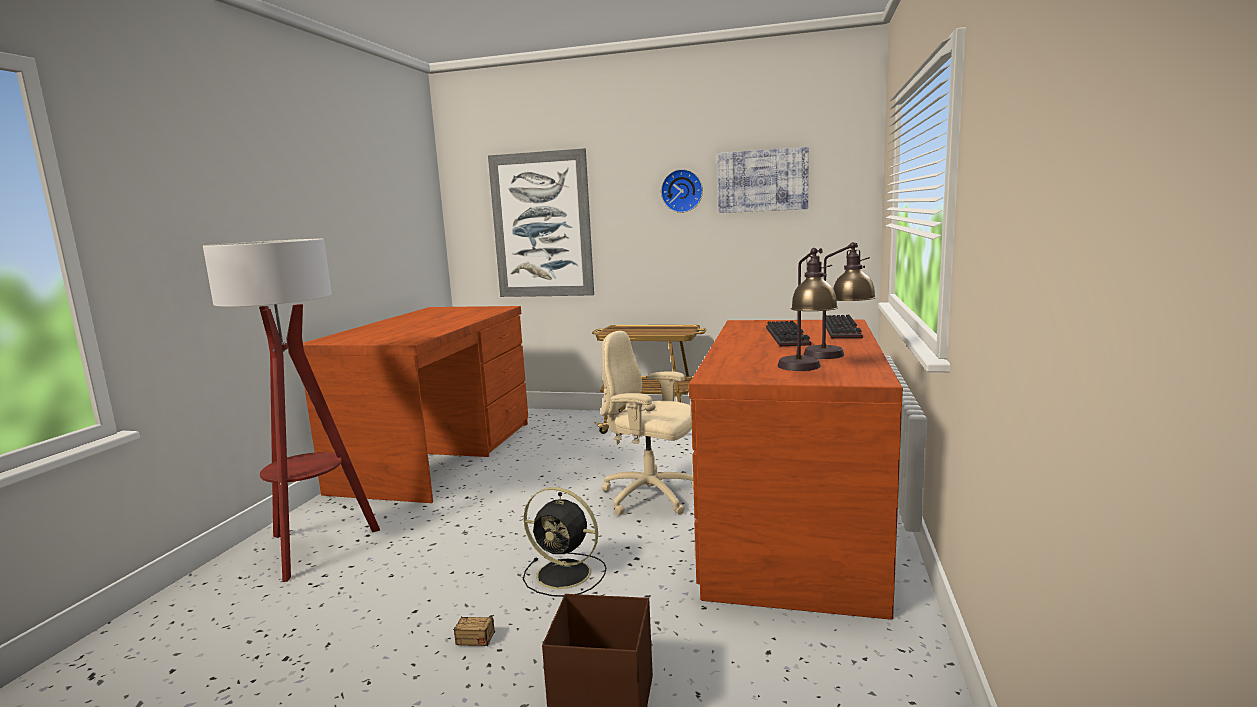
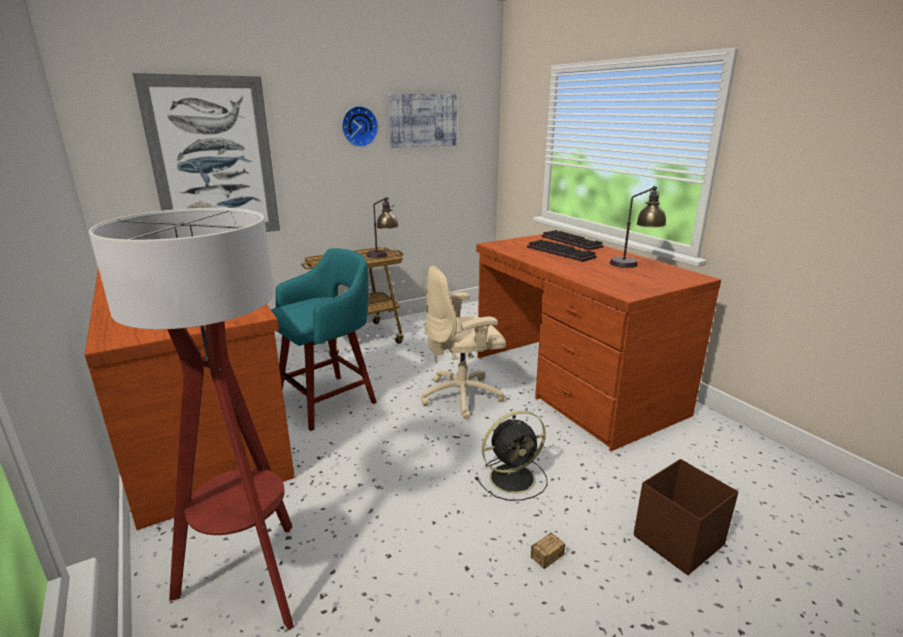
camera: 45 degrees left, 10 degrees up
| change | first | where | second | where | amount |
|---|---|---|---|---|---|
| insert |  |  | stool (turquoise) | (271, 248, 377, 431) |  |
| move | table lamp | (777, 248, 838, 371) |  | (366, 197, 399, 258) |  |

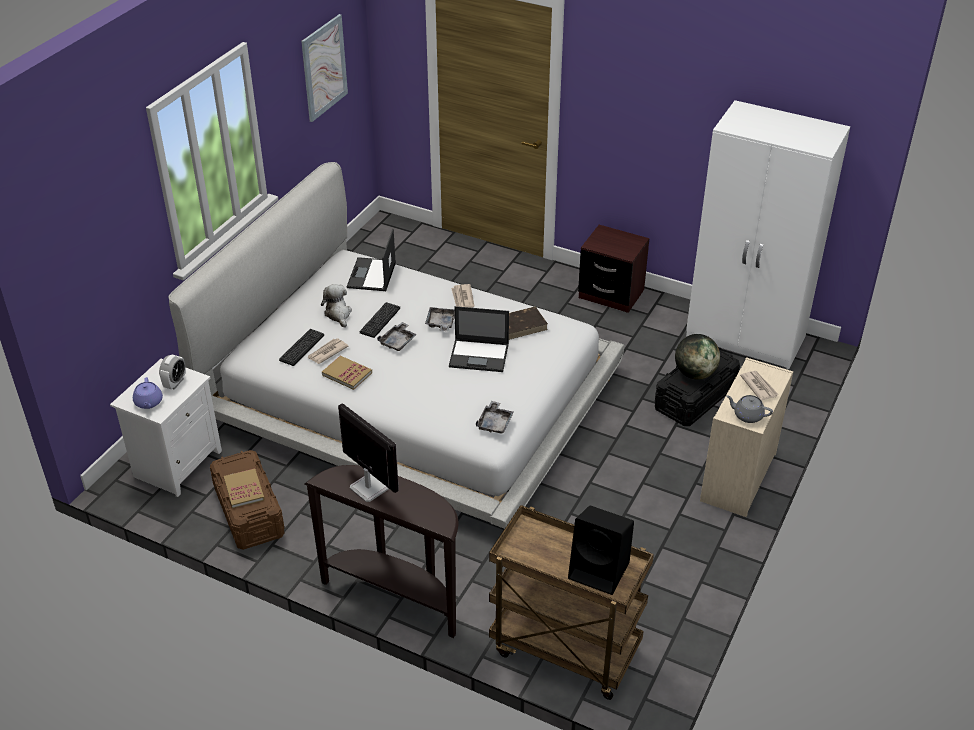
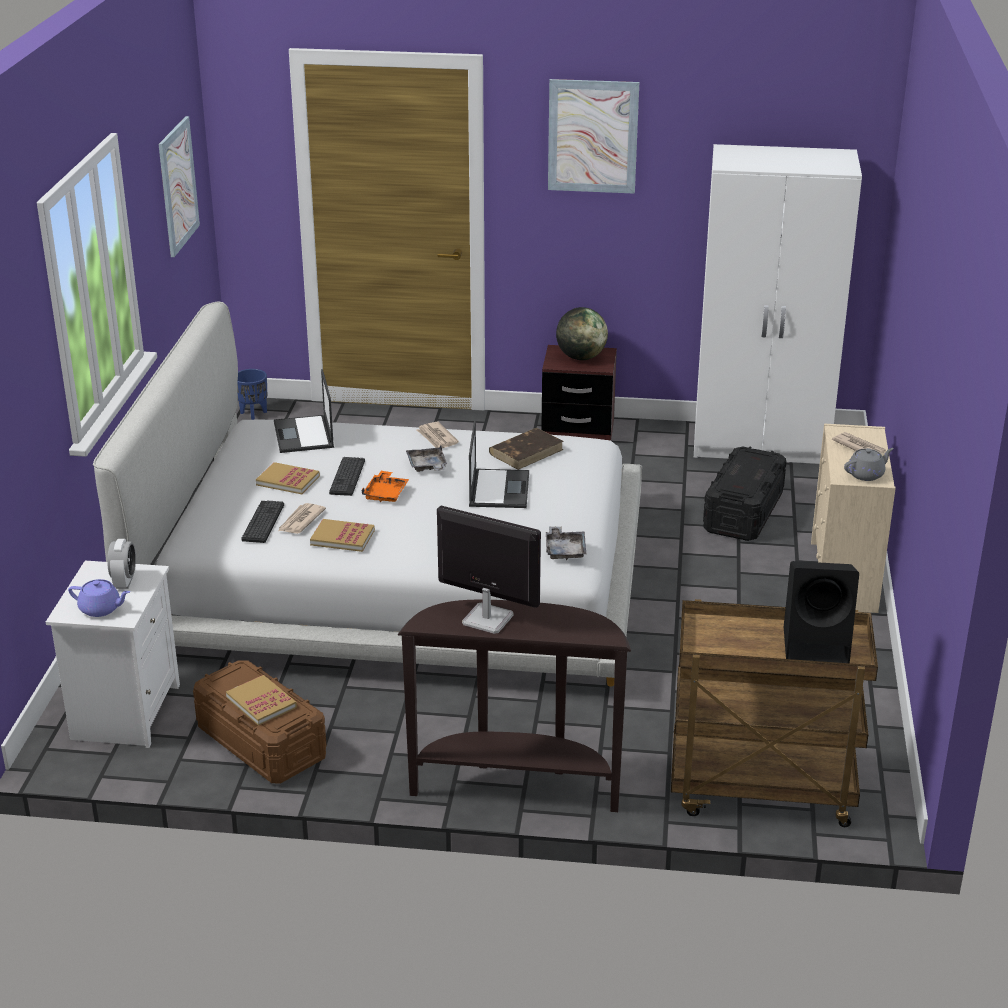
camera: 20 degrees left, 10 degrees down
| change | first | where | second | where | amount |
|---|---|---|---|---|---|
| rotate | teapot (purple) | (133, 377, 163, 409) |  | (68, 579, 130, 617) | 45 degrees counterclockwise |
| insert |  |  | planter (blue) | (238, 369, 267, 420) |  |
| replace | plush toy | (321, 284, 352, 328) | book | (256, 462, 320, 494) |  |
| recolor | tray (grey) | (377, 322, 417, 351) | tray (orange) | (362, 471, 409, 502) |  |
| rotate | laptop | (449, 306, 509, 372) |  | (469, 421, 529, 508) | 75 degrees counterclockwise |
| insert |  |  | picture | (548, 79, 639, 194) |  |
| move | globe | (675, 334, 720, 380) |  | (556, 307, 608, 360) |  |
| rotate | teapot (grey) | (726, 395, 773, 423) |  | (844, 448, 894, 481) | 150 degrees clockwise |

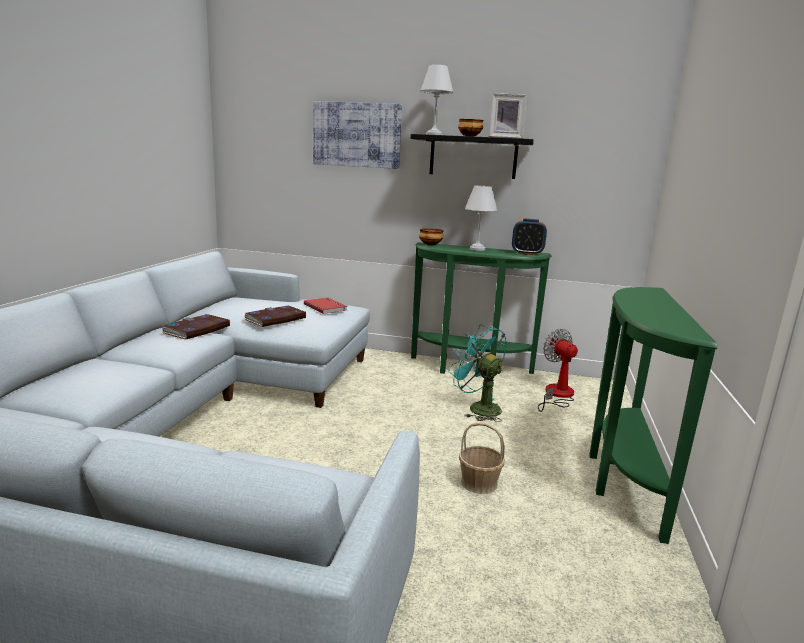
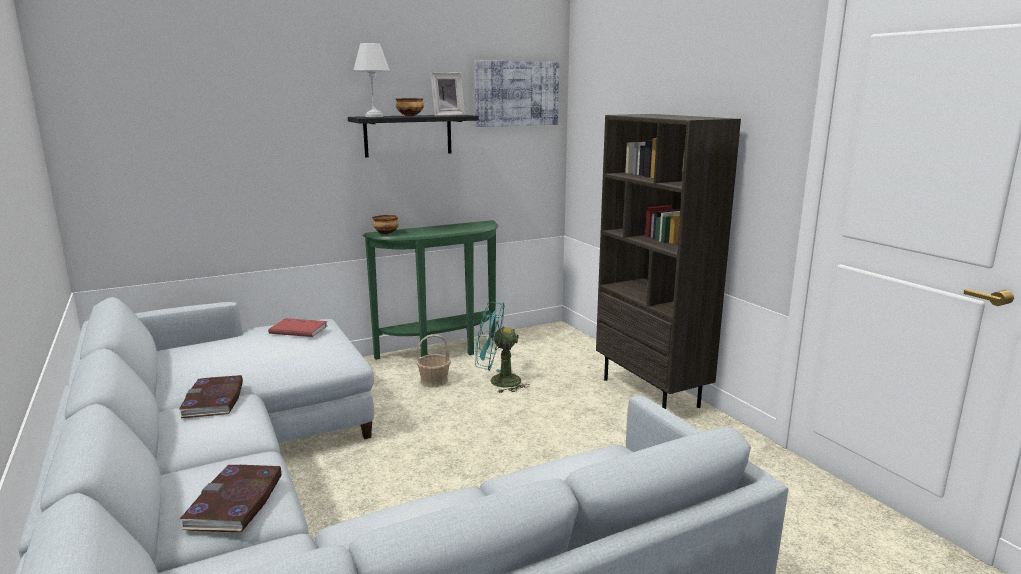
camera: 40 degrees left, 0 degrees up
| change | first | where | second | where | amount |
|---|---|---|---|---|---|
| move | book | (244, 306, 306, 327) |  | (179, 465, 282, 532) |  |
| move | basket | (459, 422, 505, 494) |  | (417, 334, 451, 387) |  |
| move | picture | (313, 101, 402, 169) |  | (474, 61, 559, 127) |  |
| replace | console table (green) | (589, 287, 717, 544) | bookcase (brown) | (596, 114, 741, 409) |  |
| delete | table lamp (white) | (465, 186, 497, 251) |  |  |  |
| delete | alarm clock | (512, 219, 547, 255) |  |  |  |
| delete | fan | (538, 329, 578, 412) |  |  |  |

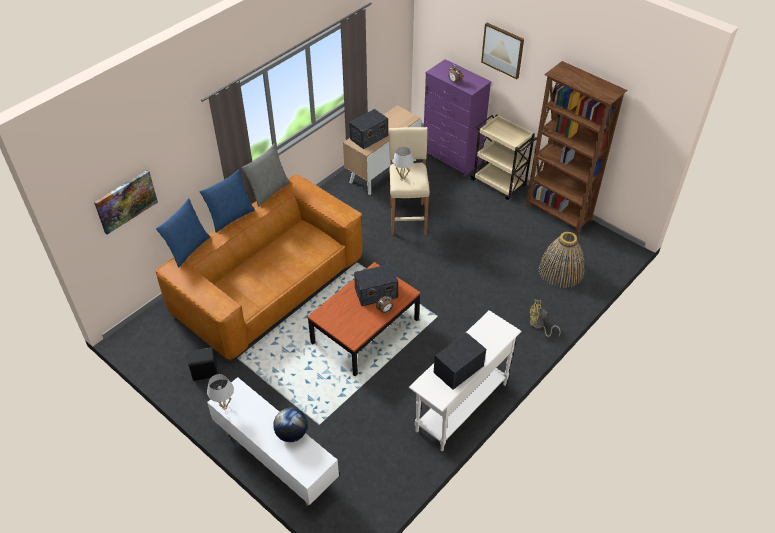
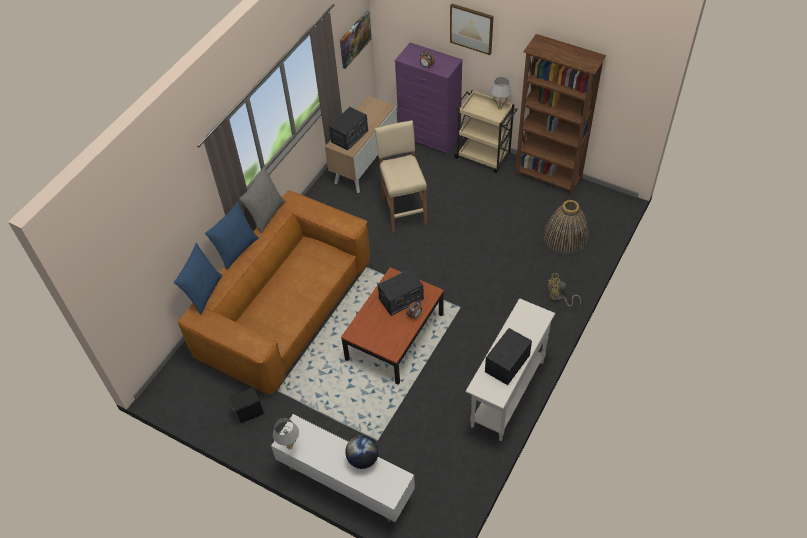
camera: 10 degrees left, 5 degrees up
| change | first | where | second | where | amount |
|---|---|---|---|---|---|
| move | picture | (94, 170, 158, 234) |  | (340, 11, 372, 69) |  |
| move | table lamp (white) | (392, 147, 414, 181) |  | (491, 77, 511, 110) |  |

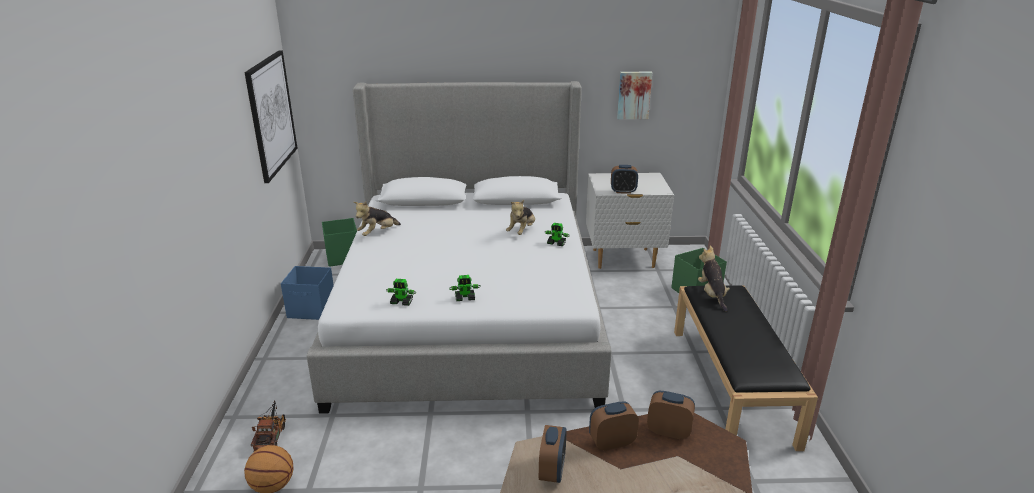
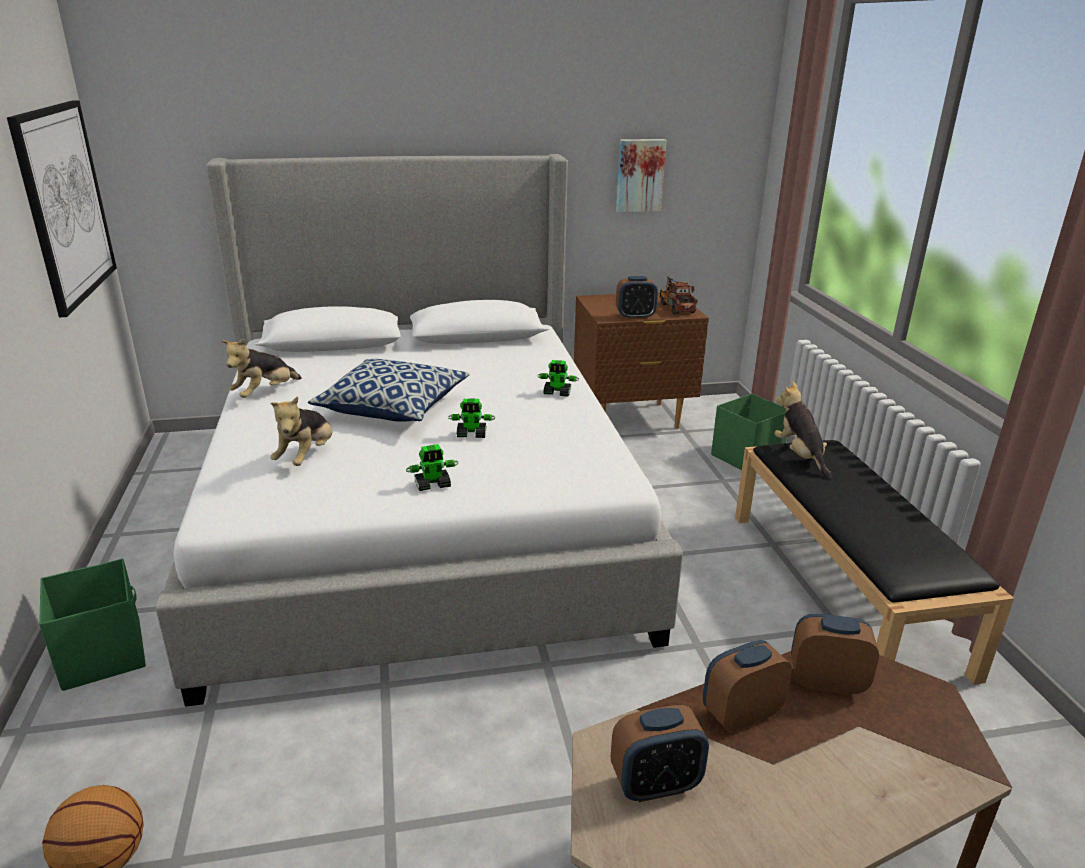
camera: 10 degrees left, 0 degrees up
| change | first | where | second | where | amount |
|---|---|---|---|---|---|
| move | storage box (green) | (322, 218, 357, 267) |  | (39, 558, 146, 691) |  |
| move | plush toy | (506, 200, 535, 235) |  | (270, 396, 332, 466) |  |
| insert |  |  | pillow | (308, 359, 470, 422) |  |
| move | toy robot | (386, 279, 416, 306) |  | (448, 399, 495, 438) |  |
| recolor | nightstand (white) | (586, 173, 674, 269) | nightstand (brown) | (574, 292, 709, 429) |  |
| rotate | alarm clock | (539, 425, 567, 483) |  | (611, 705, 709, 802) | 75 degrees clockwise |
| move | toy truck | (251, 400, 286, 452) |  | (659, 276, 698, 314) |  |
| delete | storage box (blue) | (281, 266, 334, 320) |  |  |  |

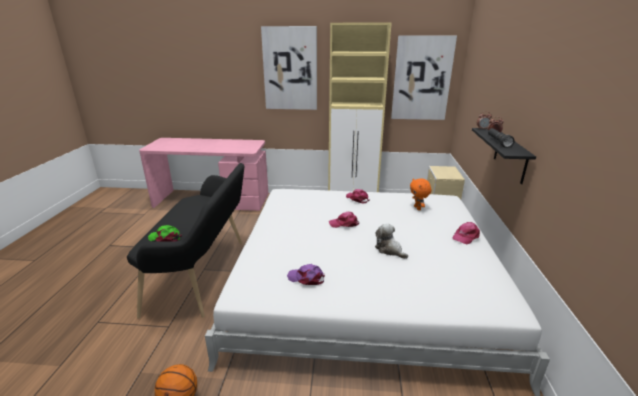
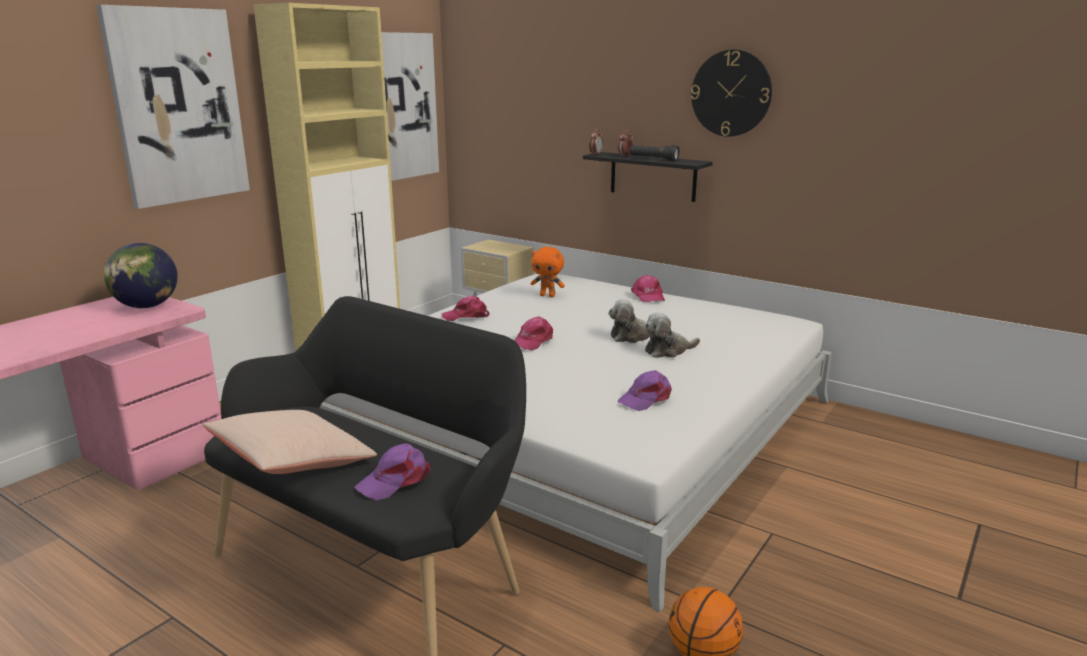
camera: 60 degrees left, 5 degrees down
| change | first | where | second | where | amount |
|---|---|---|---|---|---|
| insert |  |  | globe | (104, 243, 178, 308) |  |
| insert |  |  | pillow (beige) | (203, 410, 377, 474) |  |
| recolor | cap (green) | (148, 225, 182, 242) | cap (purple) | (354, 443, 431, 500) |  |
| insert |  |  | plush toy | (644, 313, 700, 358) |  |
| insert |  |  | wall clock | (691, 50, 772, 137) |  |

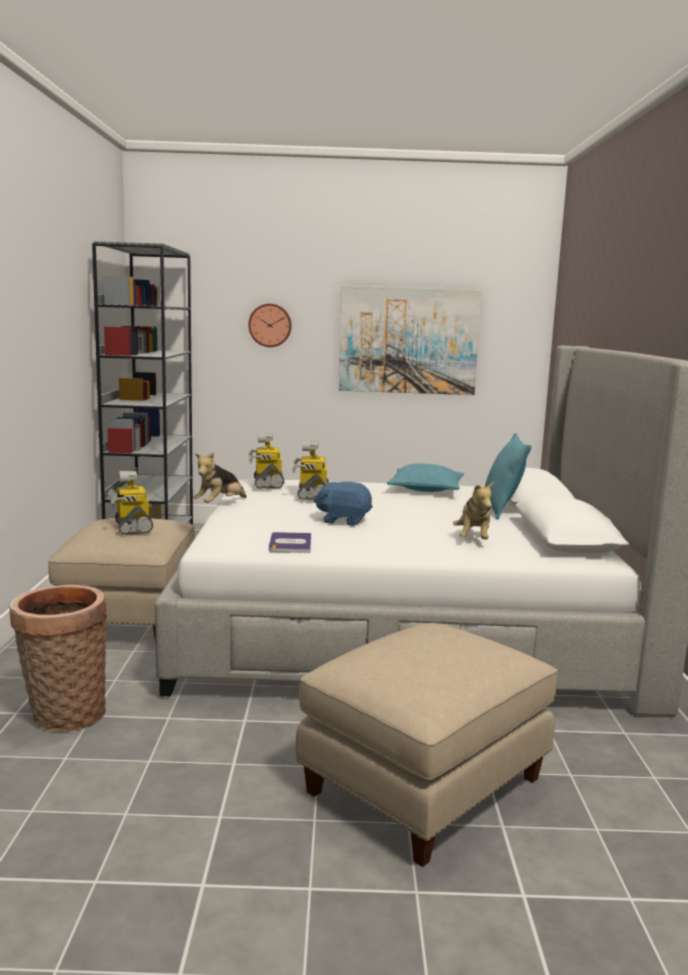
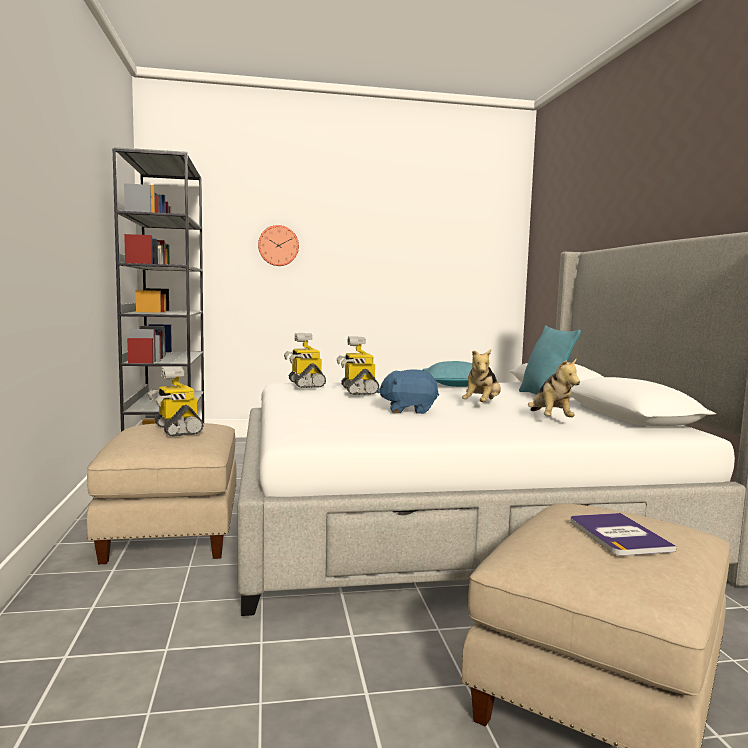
camera: 10 degrees left, 5 degrees down
| change | first | where | second | where | amount |
|---|---|---|---|---|---|
| move | plush toy | (193, 452, 246, 503) |  | (462, 349, 501, 402) |  |
| move | book | (269, 532, 311, 553) |  | (570, 513, 677, 556) |  |
| delete | basket | (9, 585, 107, 732) |  |  |  |
| delete | picture | (339, 285, 482, 395) |  |  |  |

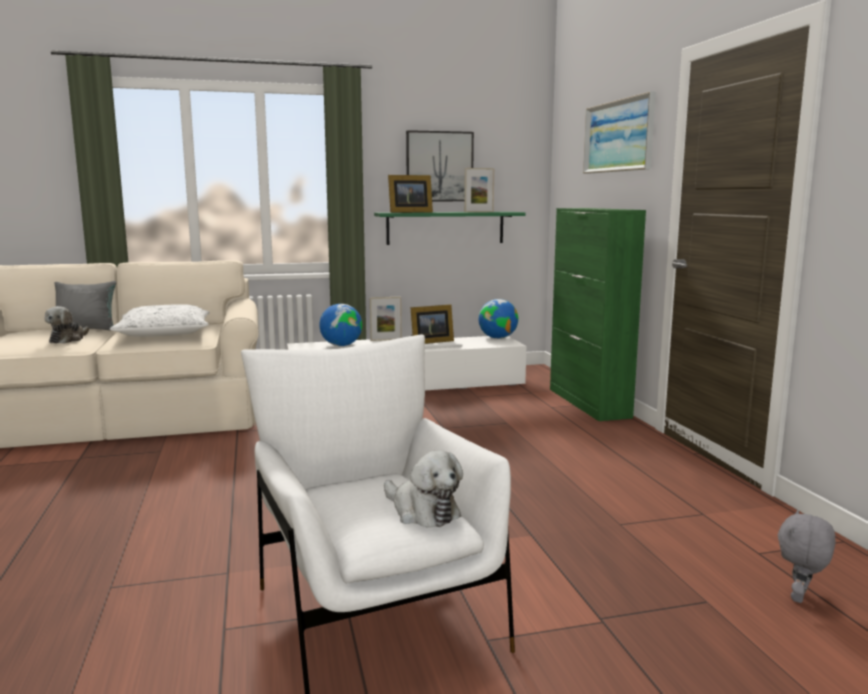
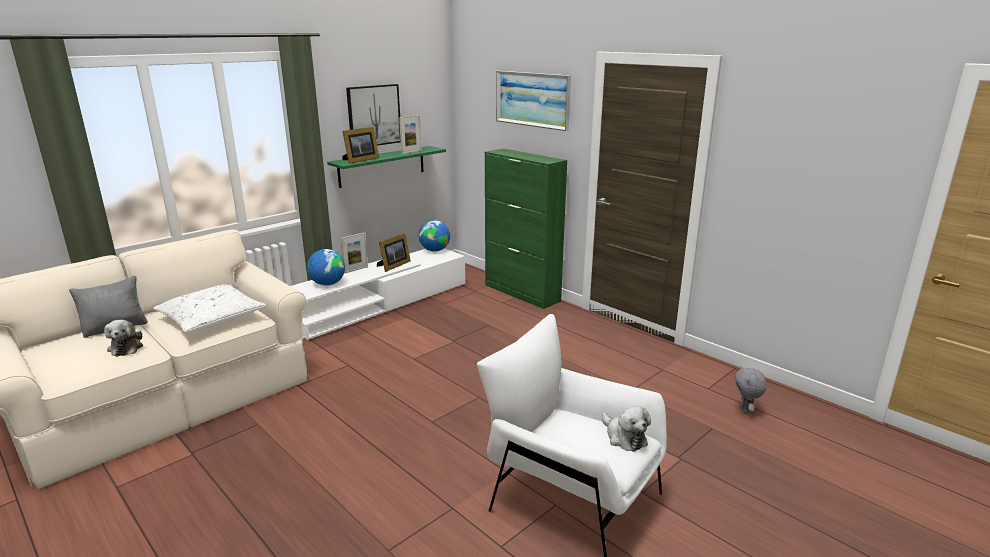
camera: 30 degrees left, 10 degrees up
| change | first | where | second | where | amount |
|---|---|---|---|---|---|
| rotate | plush toy | (384, 450, 463, 528) |  | (602, 406, 651, 452) | 45 degrees clockwise |

